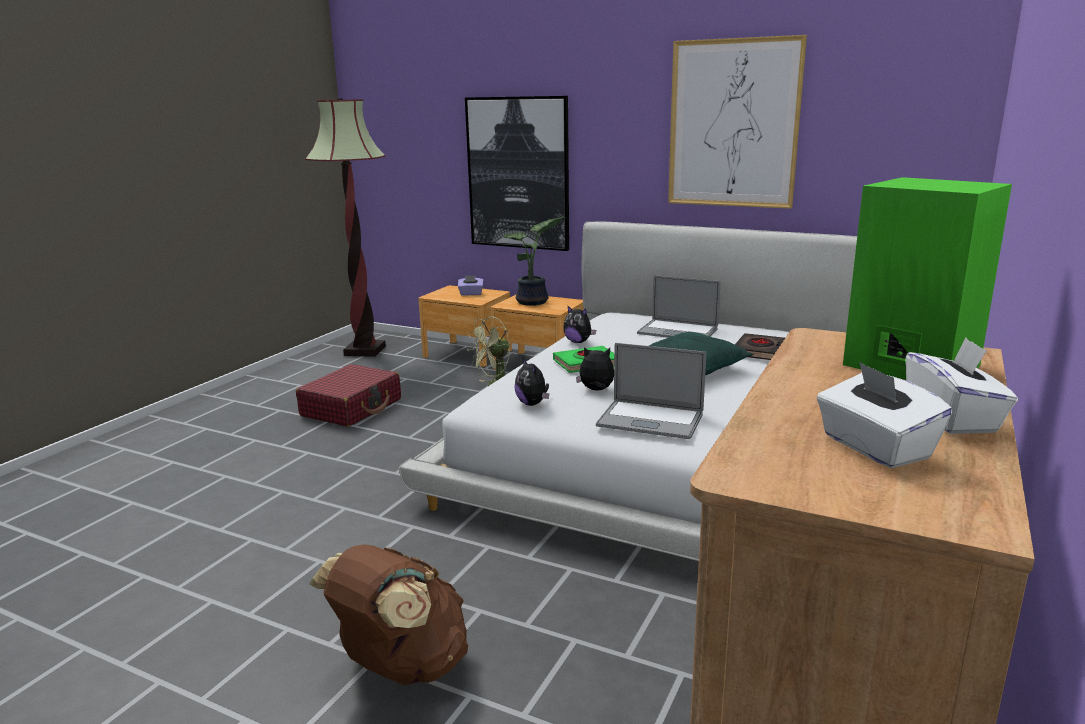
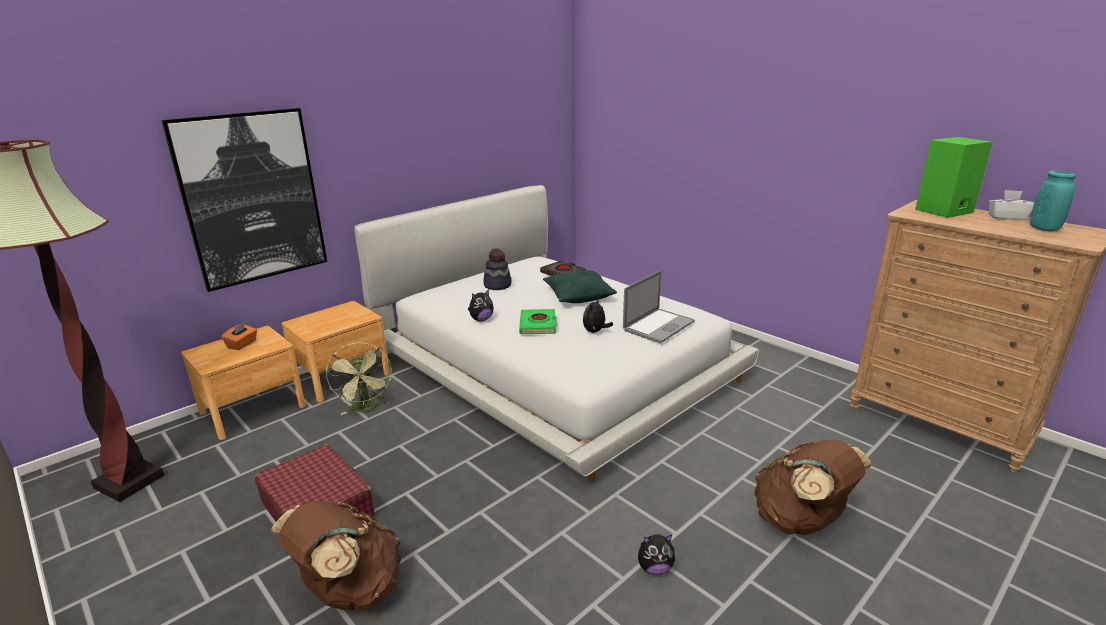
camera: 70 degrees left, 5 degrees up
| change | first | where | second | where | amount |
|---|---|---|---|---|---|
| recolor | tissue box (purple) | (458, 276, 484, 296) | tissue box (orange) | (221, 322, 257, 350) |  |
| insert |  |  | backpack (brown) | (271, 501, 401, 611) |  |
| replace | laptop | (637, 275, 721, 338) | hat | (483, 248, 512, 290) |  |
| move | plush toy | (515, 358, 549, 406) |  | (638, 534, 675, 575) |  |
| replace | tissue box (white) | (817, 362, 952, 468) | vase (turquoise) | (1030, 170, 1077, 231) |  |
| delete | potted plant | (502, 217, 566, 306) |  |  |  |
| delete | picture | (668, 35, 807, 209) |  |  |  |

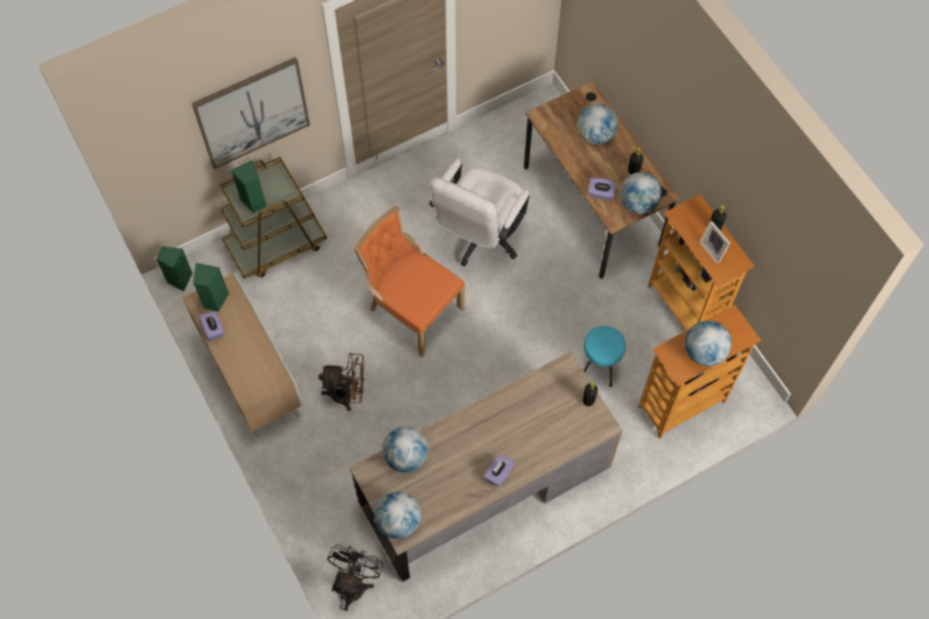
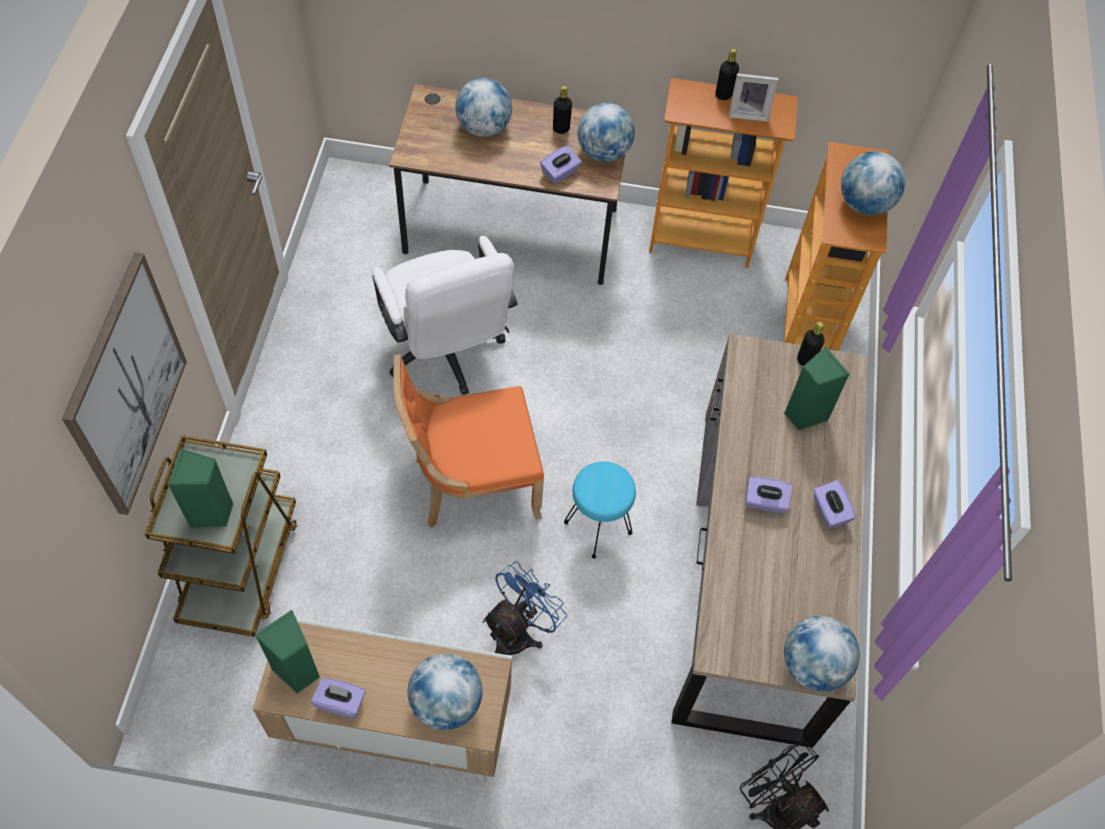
camera: 55 degrees left, 5 degrees down
| change | first | where | second | where | amount |
|---|---|---|---|---|---|
| move | globe | (382, 426, 428, 473) |  | (408, 653, 483, 730) |  |
| recolor | fan (brown) | (319, 353, 365, 411) | fan (blue) | (483, 562, 567, 655) |  |
| move | stool (turquoise) | (583, 326, 626, 387) |  | (564, 461, 636, 559) |  |
| insert |  |  | tissue box (purple) | (746, 477, 792, 513) |  |
| move | speaker (green) | (156, 246, 193, 292) |  | (784, 347, 850, 430) |  |

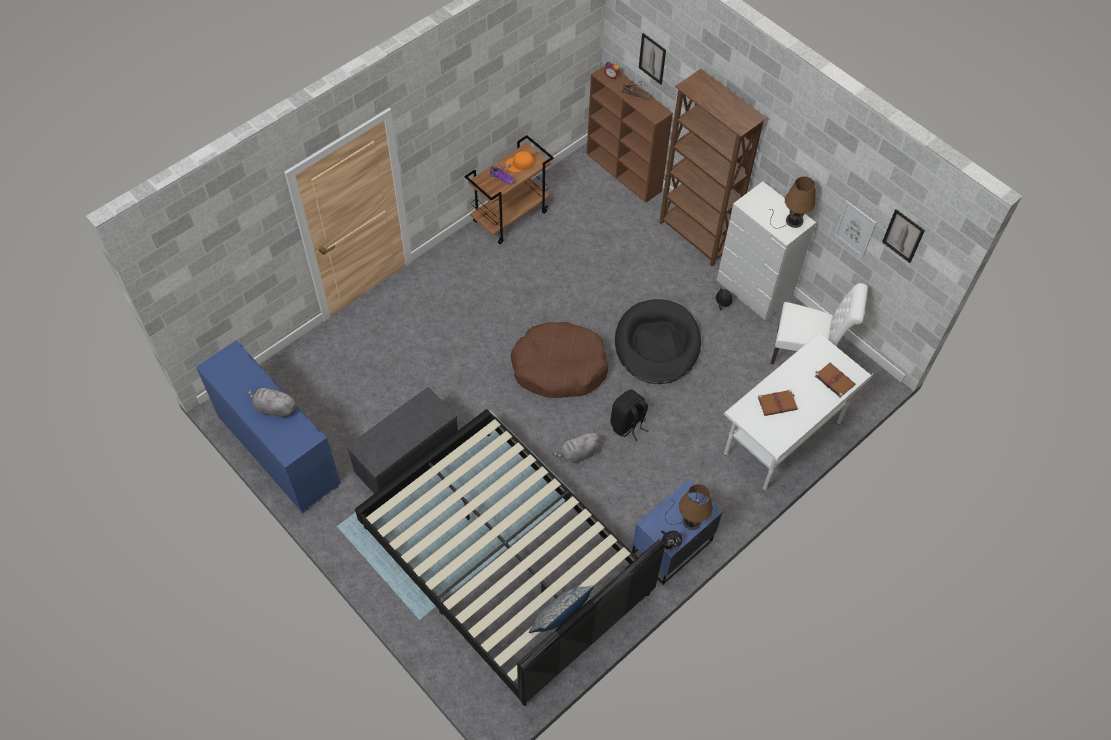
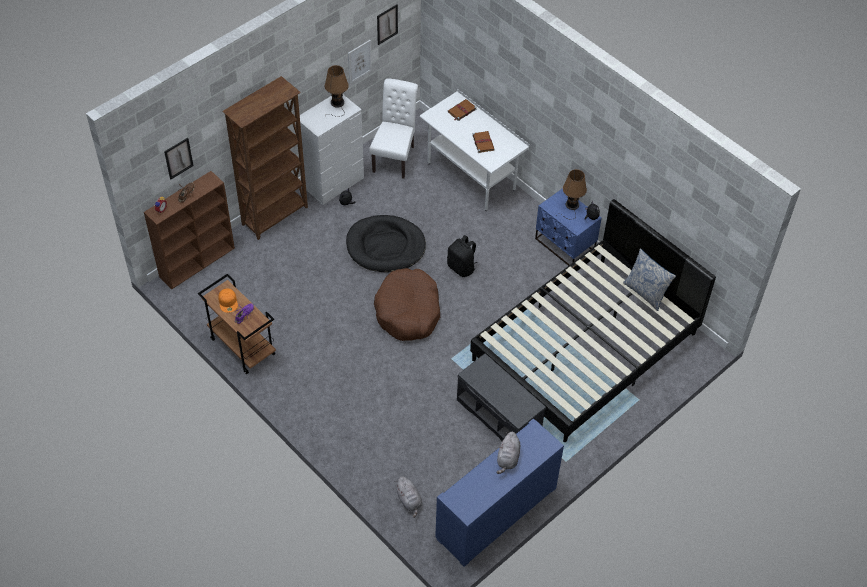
camera: 90 degrees left, 5 degrees down
| change | first | where | second | where | amount |
|---|---|---|---|---|---|
| move | plush toy (grey) | (552, 431, 600, 464) |  | (396, 476, 422, 518) |  |

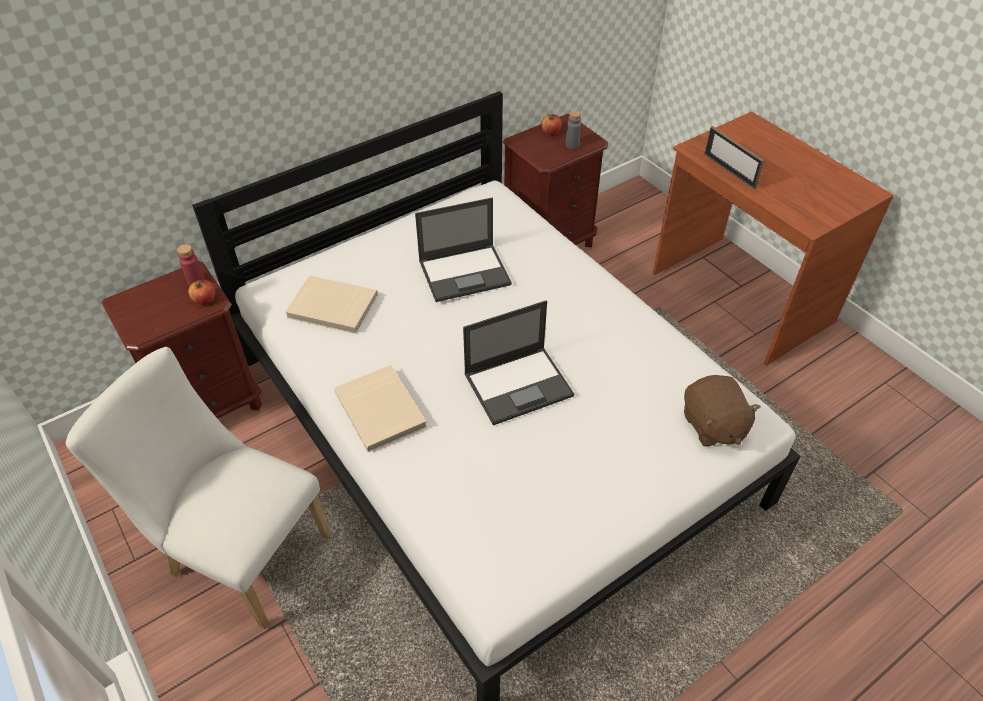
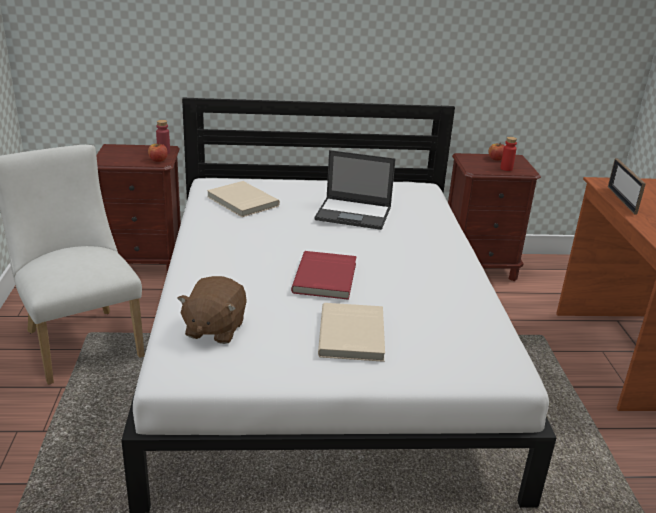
camera: 30 degrees right, 20 degrees down
| change | first | where | second | where | amount |
|---|---|---|---|---|---|
| move | plush toy (brown) | (684, 375, 761, 447) |  | (177, 276, 247, 344) |  |
| replace | laptop | (463, 300, 574, 425) | book (red) | (291, 251, 357, 300) |  |
| move | book (beige) | (334, 365, 427, 452) |  | (318, 303, 385, 362) |  |
| recolor | bottle (grey) | (566, 110, 581, 149) | bottle (red) | (500, 137, 517, 171) |  |

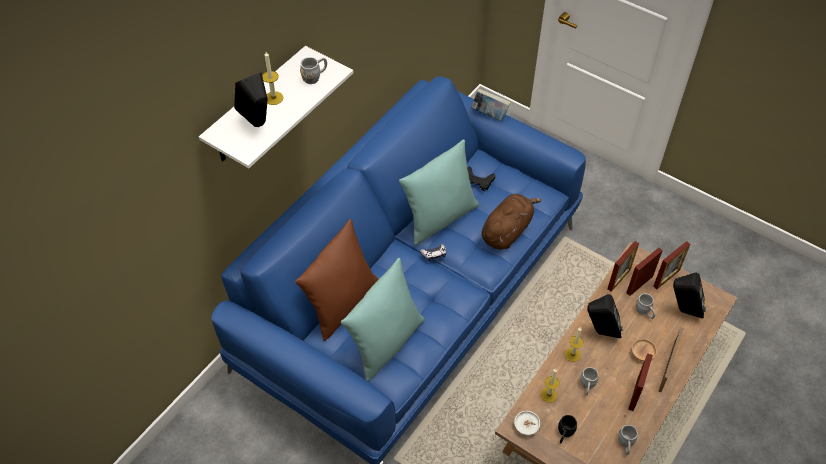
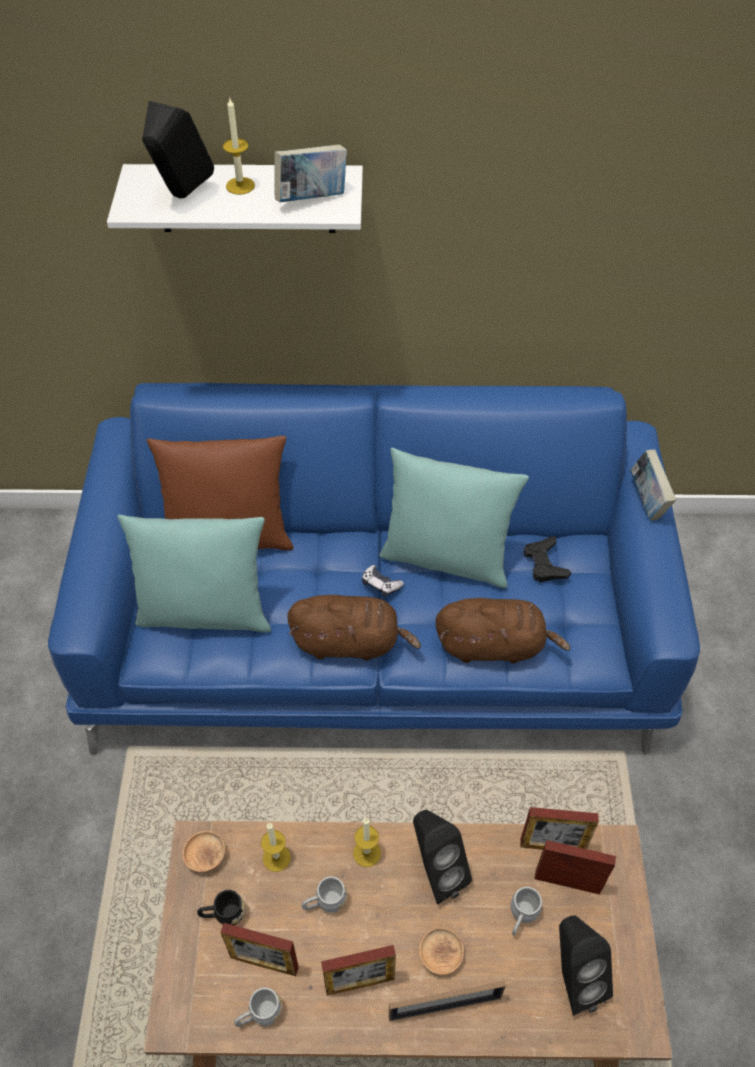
camera: 55 degrees right, 0 degrees up
| change | first | where | second | where | amount |
|---|---|---|---|---|---|
| recolor | bowl (white) | (514, 411, 540, 435) | bowl (brown) | (182, 831, 225, 872) |  |
| move | picture frame | (653, 241, 690, 289) |  | (220, 923, 299, 976) |  |
| replace | mug (grey) | (300, 57, 327, 84) | book | (274, 144, 347, 202) |  |
| insert |  |  | plush toy (brown) | (288, 595, 421, 661) |  |

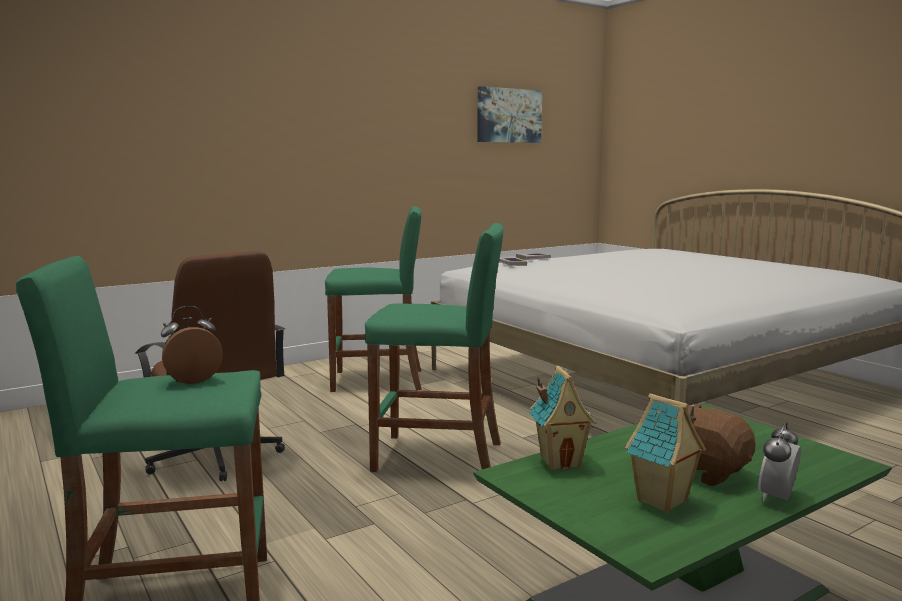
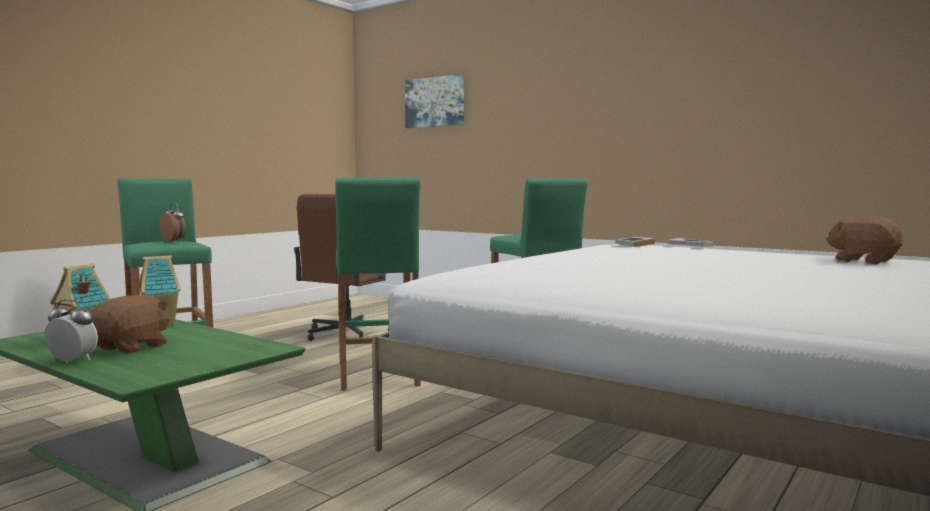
camera: 70 degrees right, 5 degrees down
| change | first | where | second | where | amount |
|---|---|---|---|---|---|
| move | picture | (477, 86, 542, 143) |  | (405, 74, 464, 128) |  |
| insert |  |  | plush toy (brown) | (826, 216, 903, 264) |  |

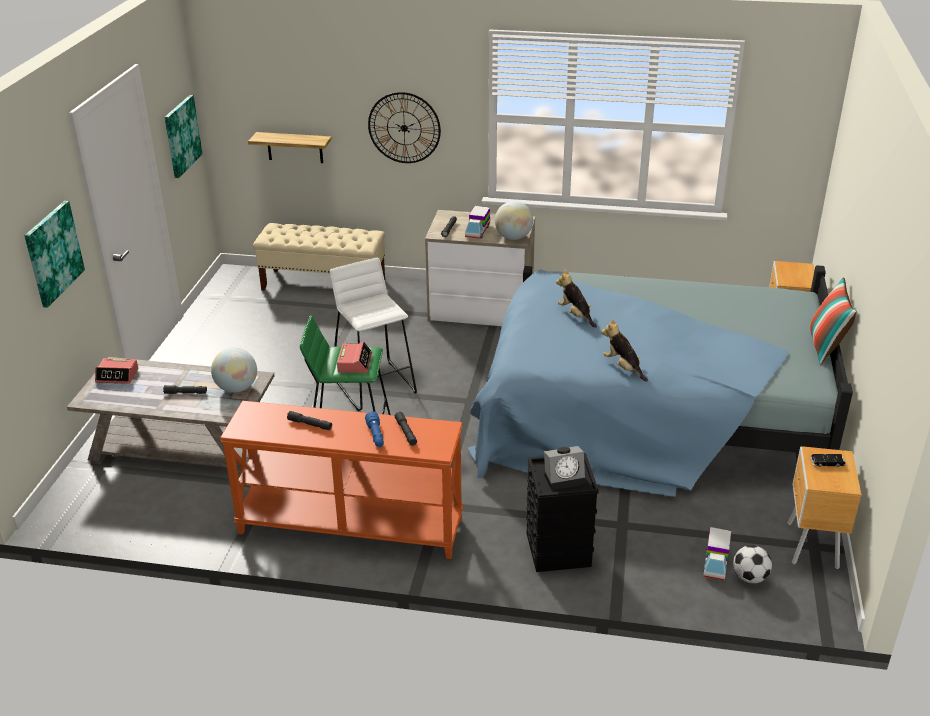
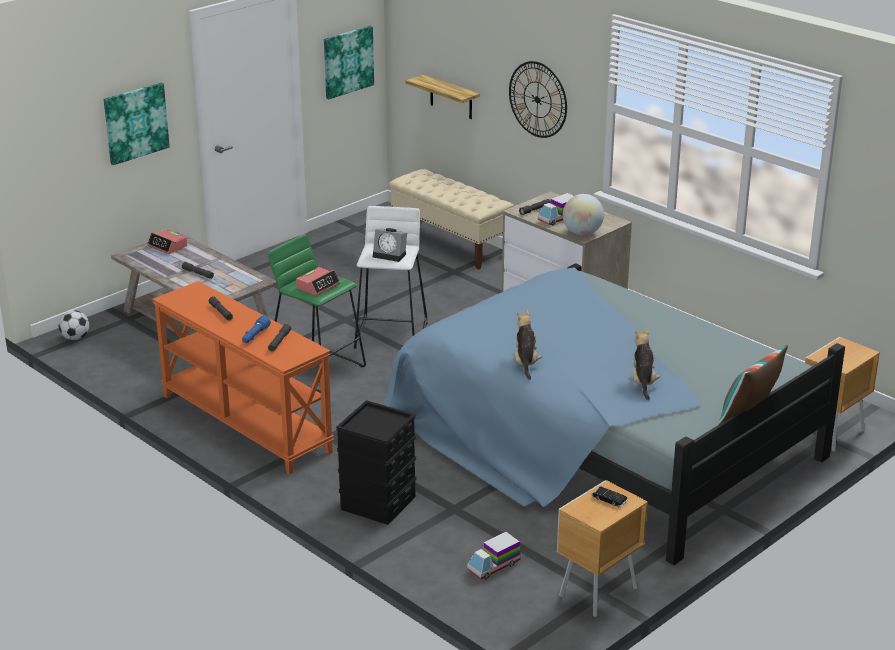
camera: 35 degrees right, 5 degrees down
| change | first | where | second | where | amount |
|---|---|---|---|---|---|
| move | football | (733, 545, 772, 583) |  | (59, 310, 89, 340) |  |
| move | alarm clock | (544, 446, 585, 490) |  | (373, 228, 407, 262) |  |
| move | plush toy | (556, 270, 597, 328) |  | (632, 328, 661, 400) |  |
| delete | globe | (211, 348, 257, 393) |  |  |  |

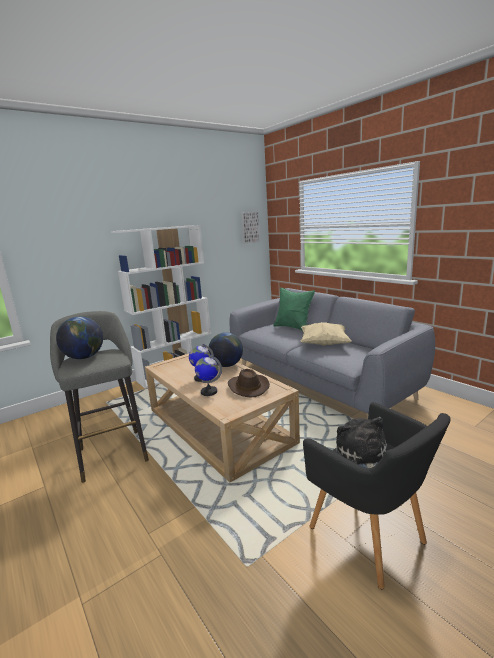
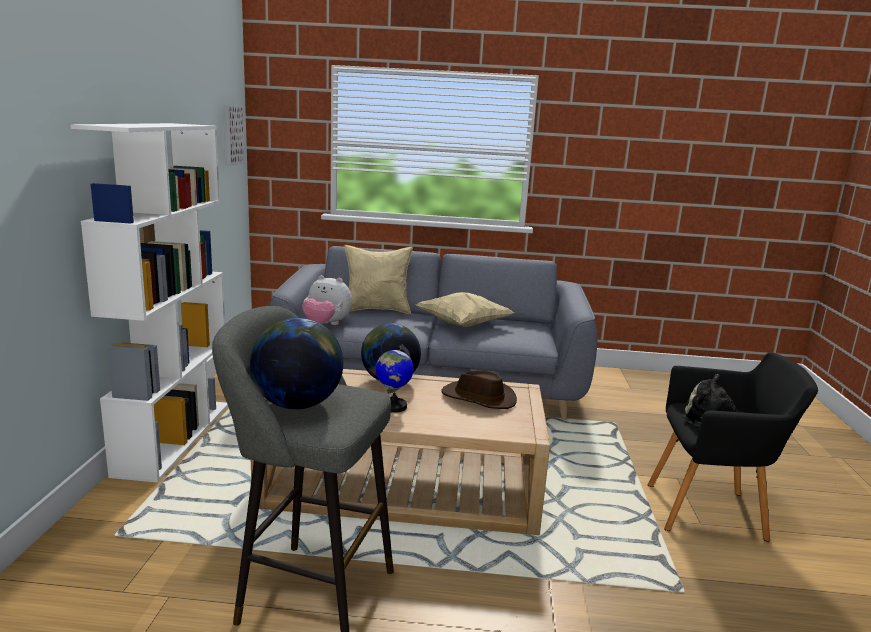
camera: 50 degrees left, 0 degrees up
| change | first | where | second | where | amount |
|---|---|---|---|---|---|
| insert |  |  | plush toy | (302, 275, 352, 325) |  |
| recolor | pillow (green) | (273, 288, 315, 331) | pillow (beige) | (345, 245, 413, 314) |  |
| delete | globe | (195, 355, 222, 396) |  |  |  |

